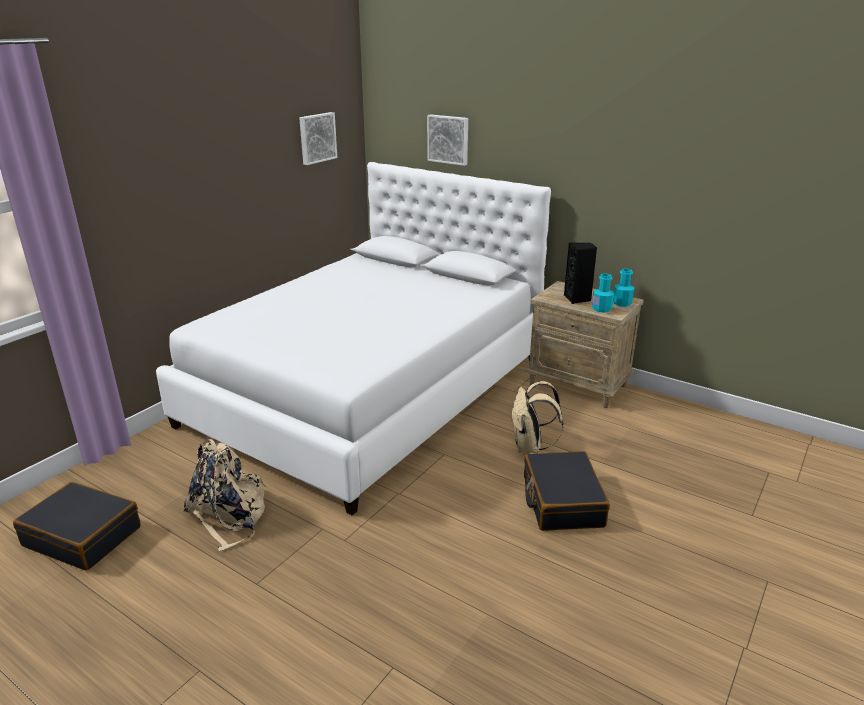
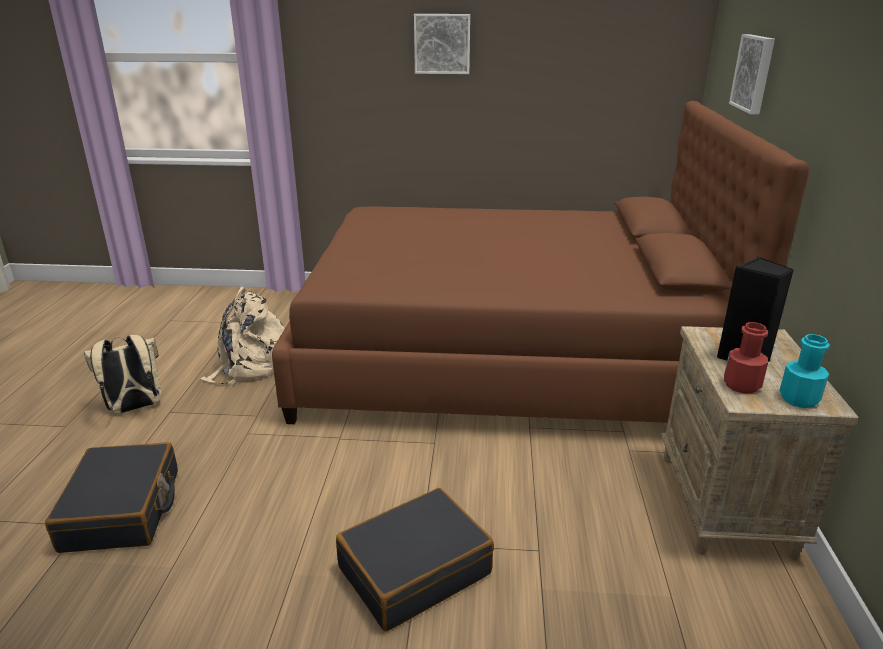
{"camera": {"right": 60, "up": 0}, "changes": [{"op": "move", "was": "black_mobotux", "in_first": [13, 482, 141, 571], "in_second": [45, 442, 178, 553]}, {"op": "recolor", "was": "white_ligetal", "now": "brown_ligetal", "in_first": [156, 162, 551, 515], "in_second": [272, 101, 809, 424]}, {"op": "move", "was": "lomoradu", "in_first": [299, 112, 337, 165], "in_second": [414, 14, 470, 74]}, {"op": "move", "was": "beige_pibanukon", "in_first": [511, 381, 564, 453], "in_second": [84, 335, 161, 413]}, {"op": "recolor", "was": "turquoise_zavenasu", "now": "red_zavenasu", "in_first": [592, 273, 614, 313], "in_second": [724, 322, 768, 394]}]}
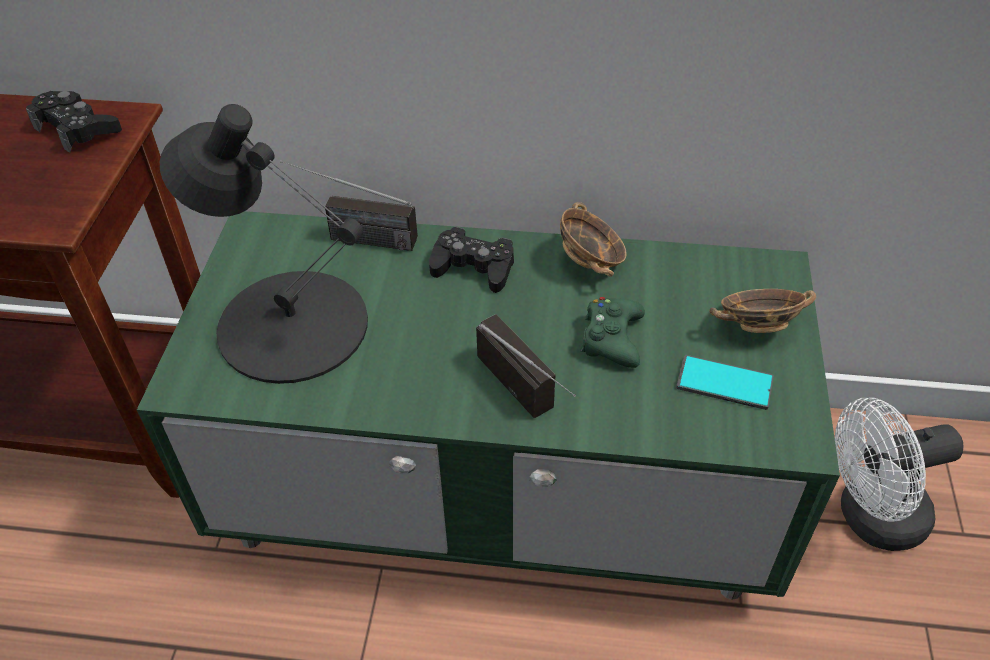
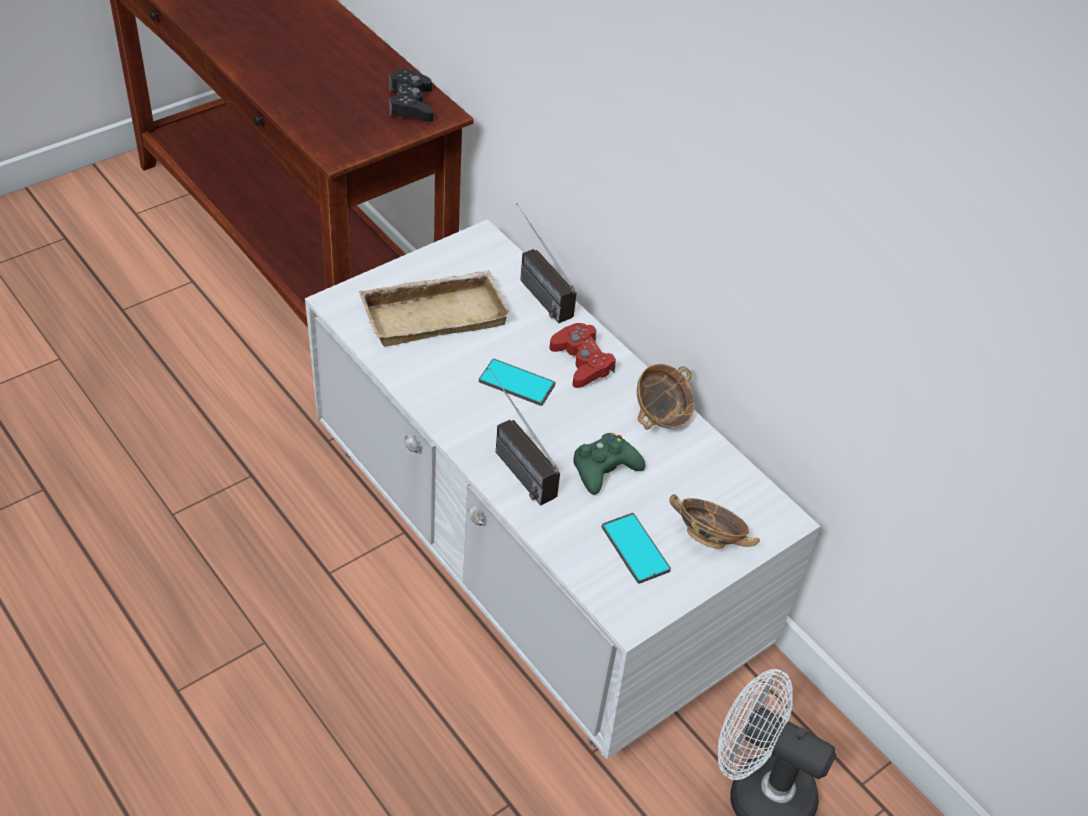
{"camera": {"right": 40, "up": 0}, "changes": [{"op": "recolor", "was": "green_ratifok", "now": "white_ratifok", "in_first": [137, 211, 840, 599], "in_second": [305, 219, 820, 759]}, {"op": "replace", "was": "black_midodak", "now": "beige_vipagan", "in_first": [160, 104, 368, 384], "in_second": [359, 270, 512, 346]}, {"op": "recolor", "was": "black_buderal", "now": "red_buderal", "in_first": [429, 227, 514, 293], "in_second": [550, 323, 616, 388]}, {"op": "rotate", "was": "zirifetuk", "in_first": [476, 314, 576, 418], "in_second": [489, 368, 560, 506], "clockwise": 135}, {"op": "insert", "now": "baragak", "in_second": [479, 359, 556, 406]}]}
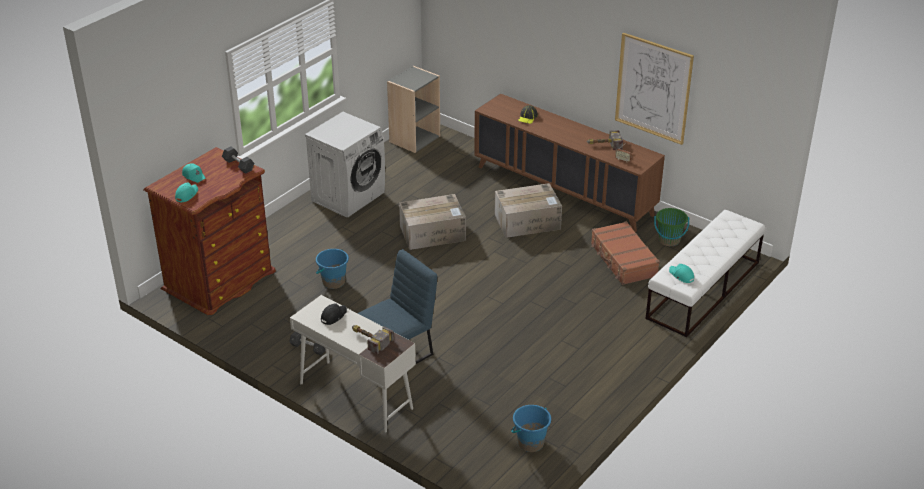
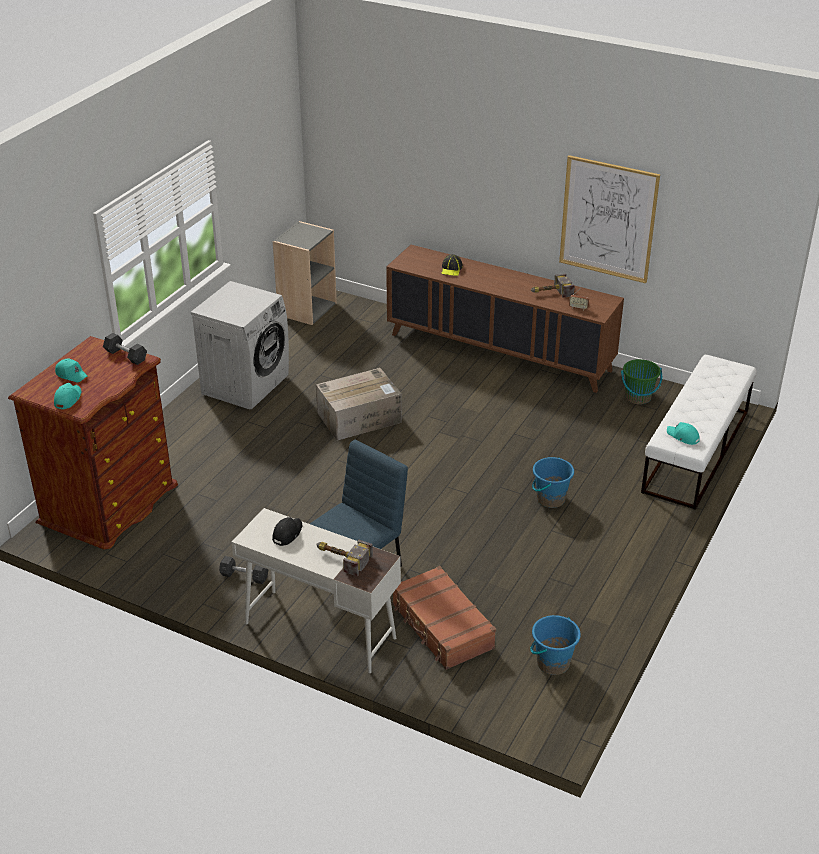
{"camera": {"right": -10, "up": 0}, "changes": [{"op": "move", "was": "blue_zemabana", "in_first": [316, 249, 349, 289], "in_second": [532, 457, 574, 508]}, {"op": "delete", "was": "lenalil", "in_first": [495, 183, 562, 238]}, {"op": "move", "was": "brown_mobotux", "in_first": [591, 221, 660, 285], "in_second": [393, 566, 496, 670]}]}
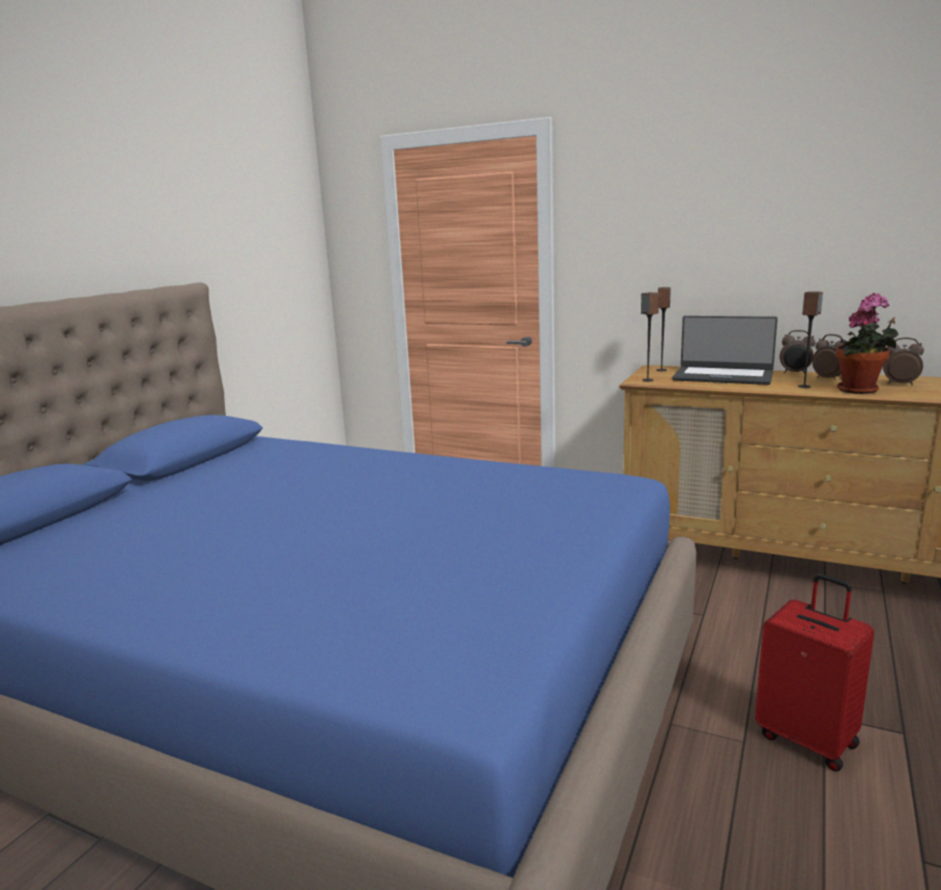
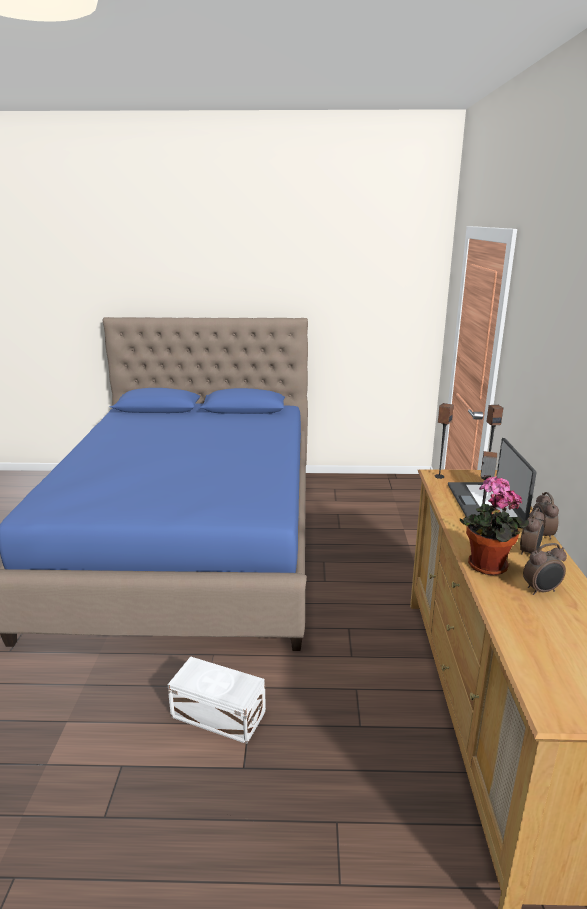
{"camera": {"right": 65, "up": 5}, "changes": [{"op": "replace", "was": "red_mobotux", "now": "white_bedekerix", "in_first": [755, 574, 874, 772], "in_second": [168, 656, 266, 744]}, {"op": "rotate", "was": "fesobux", "in_first": [883, 338, 924, 385], "in_second": [523, 543, 567, 595], "clockwise": 75}]}
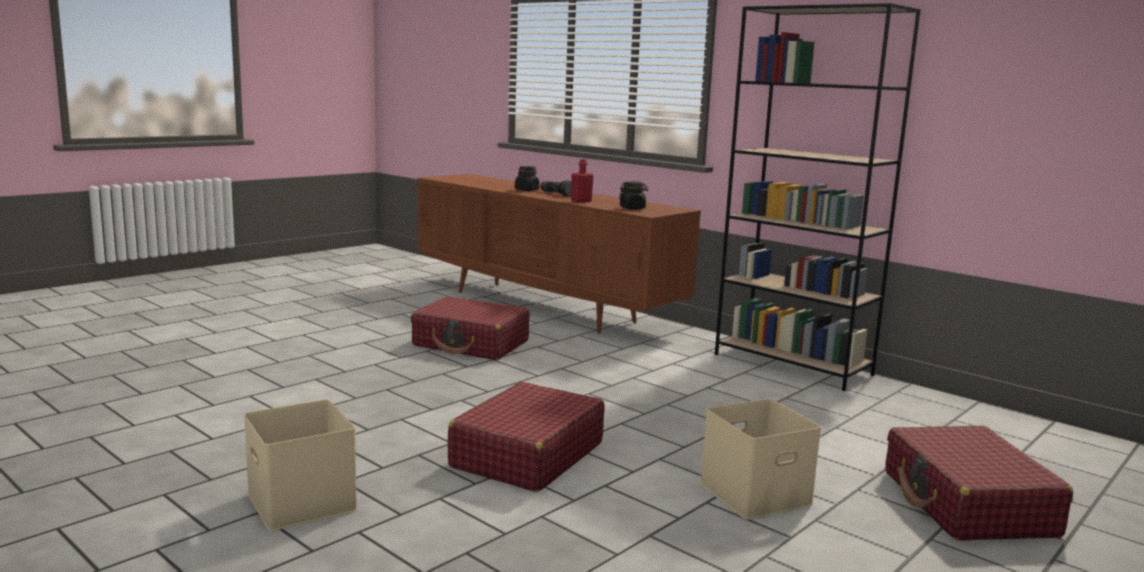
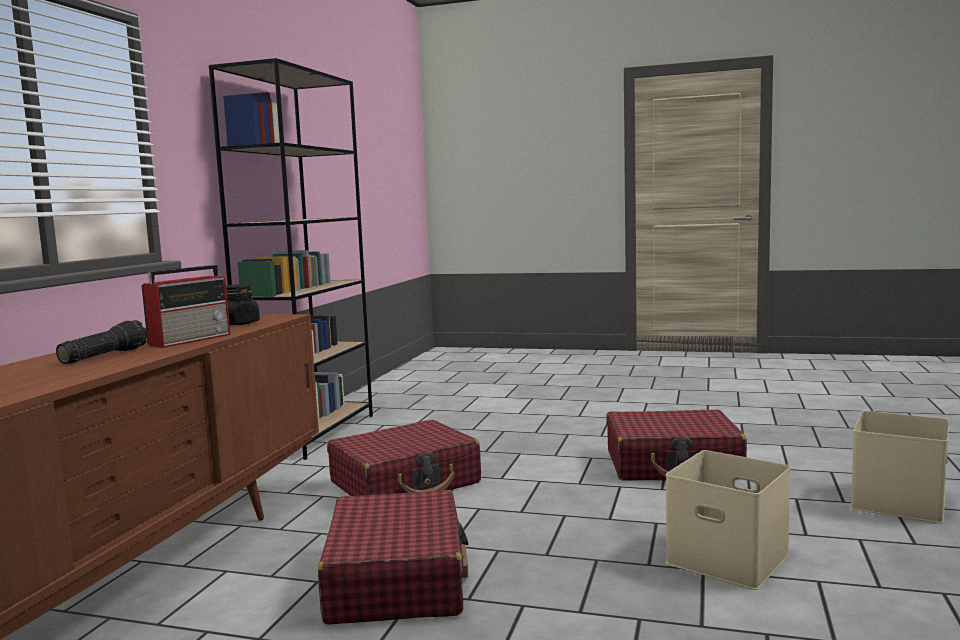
{"camera": {"right": -115, "up": -5}, "changes": [{"op": "delete", "was": "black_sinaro", "in_first": [515, 166, 539, 191]}, {"op": "replace", "was": "red_zavenasu", "now": "zirifetuk", "in_first": [571, 159, 594, 202], "in_second": [141, 265, 230, 348]}, {"op": "move", "was": "beige_bedekerix", "in_first": [700, 399, 821, 519], "in_second": [666, 450, 791, 590]}, {"op": "move", "was": "red_mobotux", "in_first": [885, 426, 1073, 540], "in_second": [327, 420, 481, 496]}]}
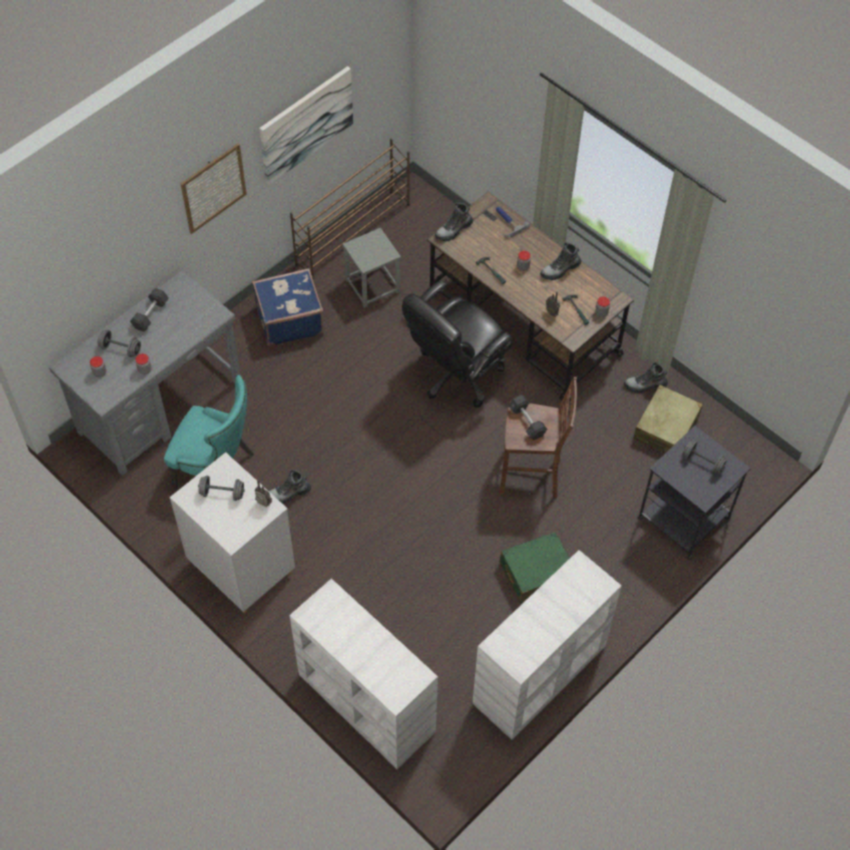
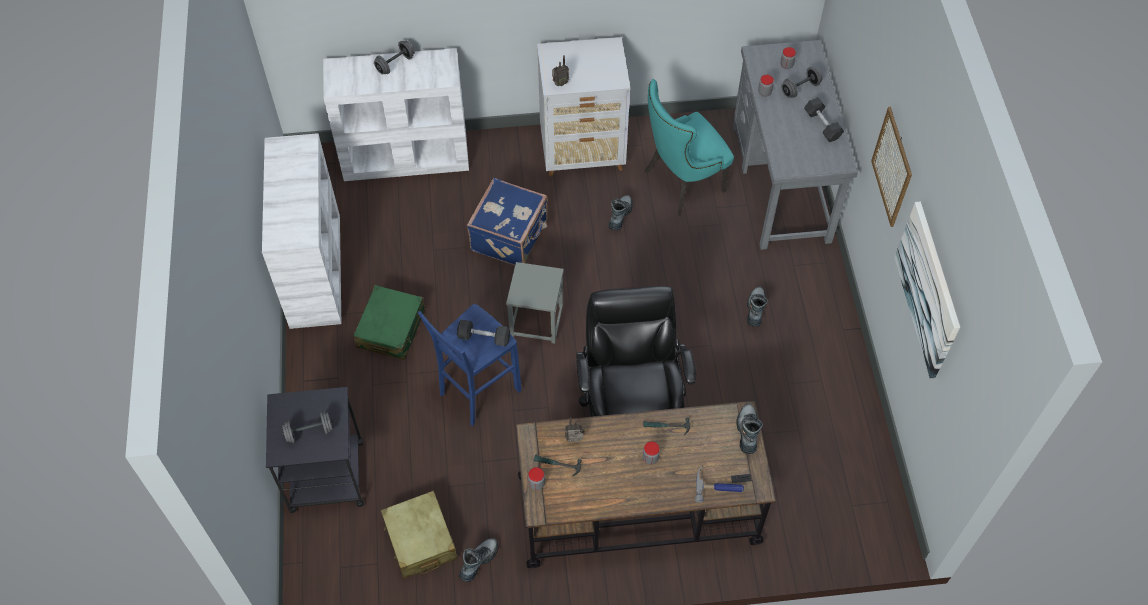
{"camera": {"right": 130, "up": 0}, "changes": [{"op": "move", "was": "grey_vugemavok", "in_first": [198, 475, 245, 501], "in_second": [374, 41, 415, 75]}, {"op": "move", "was": "blue_mobotux", "in_first": [252, 268, 324, 347], "in_second": [467, 178, 548, 265]}, {"op": "delete", "was": "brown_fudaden", "in_first": [290, 139, 410, 279]}, {"op": "move", "was": "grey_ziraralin", "in_first": [342, 228, 401, 308], "in_second": [506, 262, 564, 344]}, {"op": "recolor", "was": "brown_ziraralin", "now": "blue_ziraralin", "in_first": [500, 377, 577, 498], "in_second": [418, 304, 522, 426]}, {"op": "move", "was": "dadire", "in_first": [540, 242, 582, 280], "in_second": [747, 286, 768, 327]}]}
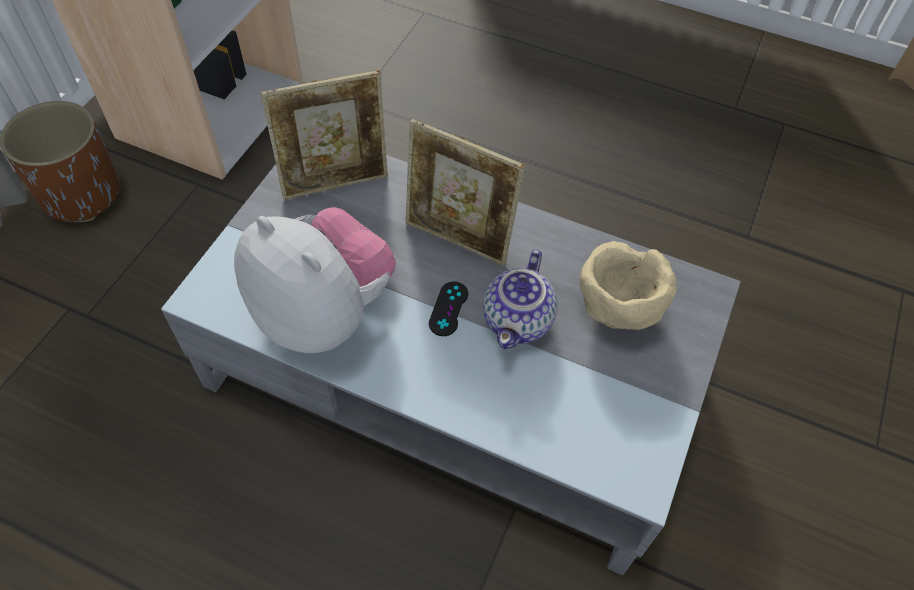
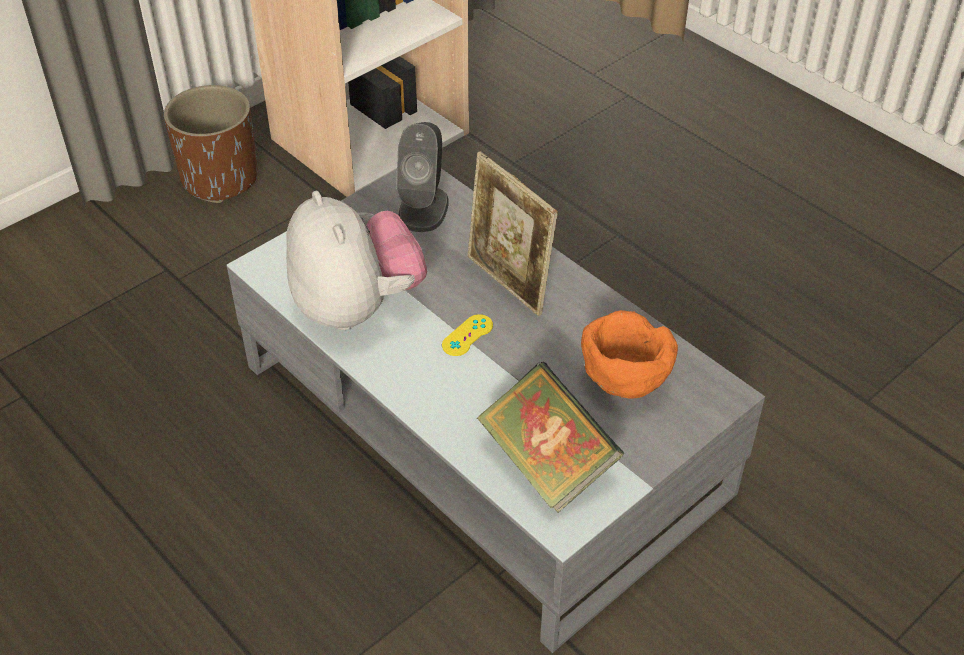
{"camera": {"right": 25, "up": -10}, "changes": [{"op": "replace", "was": "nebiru", "now": "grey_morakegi", "in_first": [261, 70, 388, 200], "in_second": [396, 122, 449, 232]}, {"op": "recolor", "was": "black_buderal", "now": "yellow_buderal", "in_first": [429, 281, 468, 336], "in_second": [442, 314, 493, 356]}, {"op": "delete", "was": "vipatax", "in_first": [483, 250, 558, 349]}, {"op": "recolor", "was": "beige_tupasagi", "now": "orange_tupasagi", "in_first": [579, 241, 677, 330], "in_second": [581, 310, 678, 399]}, {"op": "insert", "now": "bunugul", "in_second": [476, 362, 624, 513]}]}
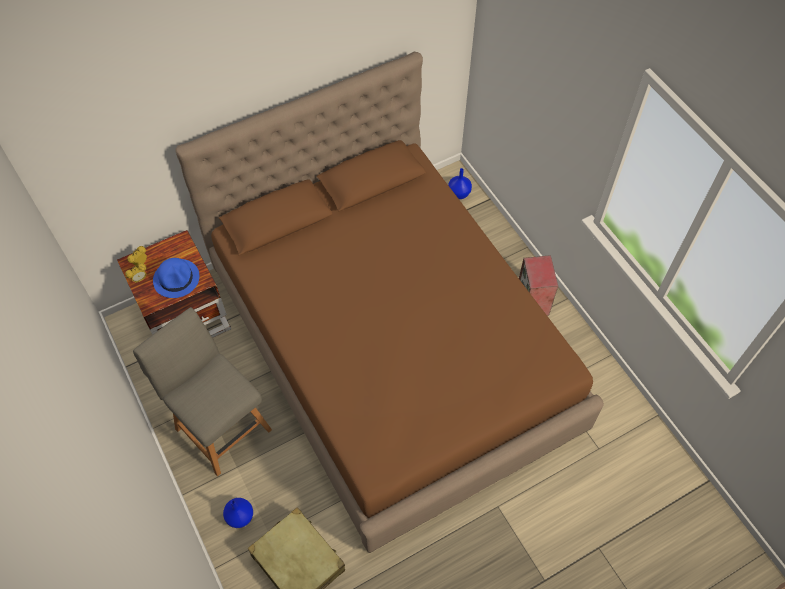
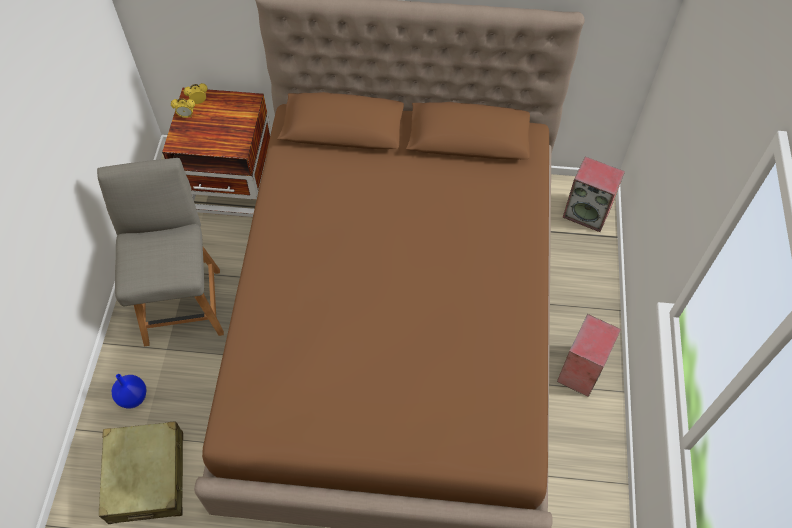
{"camera": {"right": 35, "up": 0}, "changes": [{"op": "delete", "was": "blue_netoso", "in_first": [153, 258, 199, 298]}, {"op": "replace", "was": "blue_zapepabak", "now": "morakegi", "in_first": [448, 168, 472, 199], "in_second": [563, 157, 625, 232]}]}
